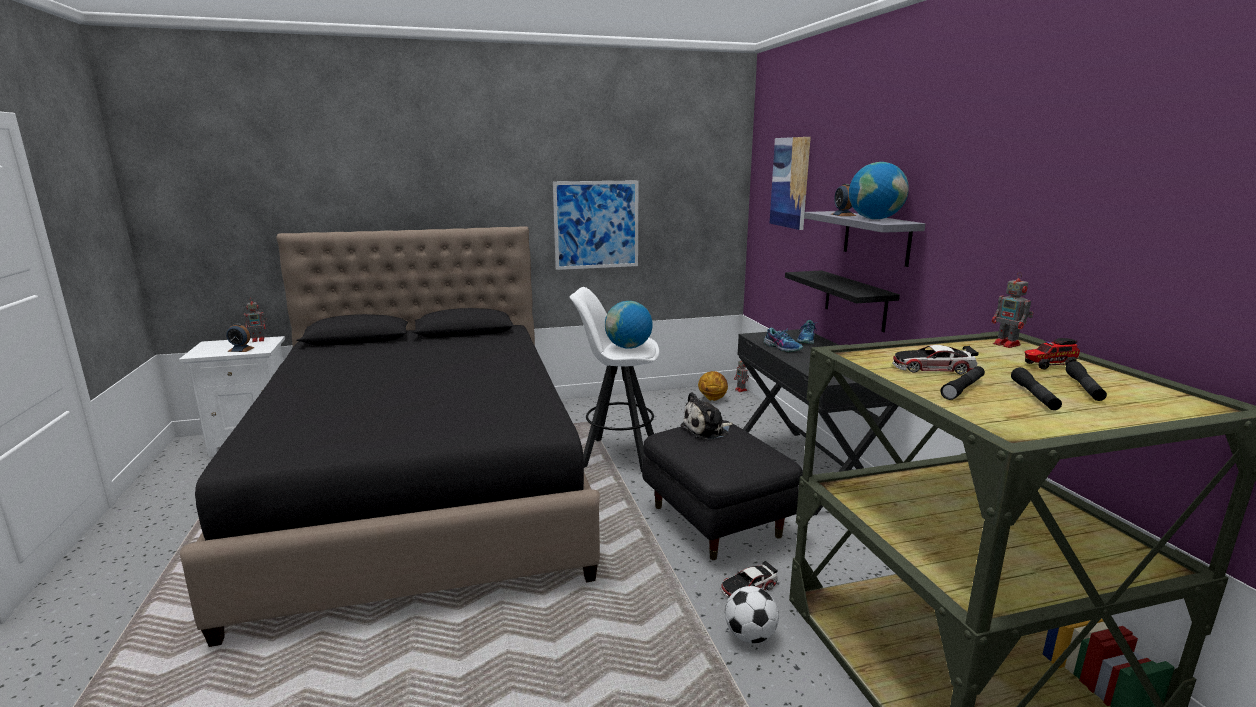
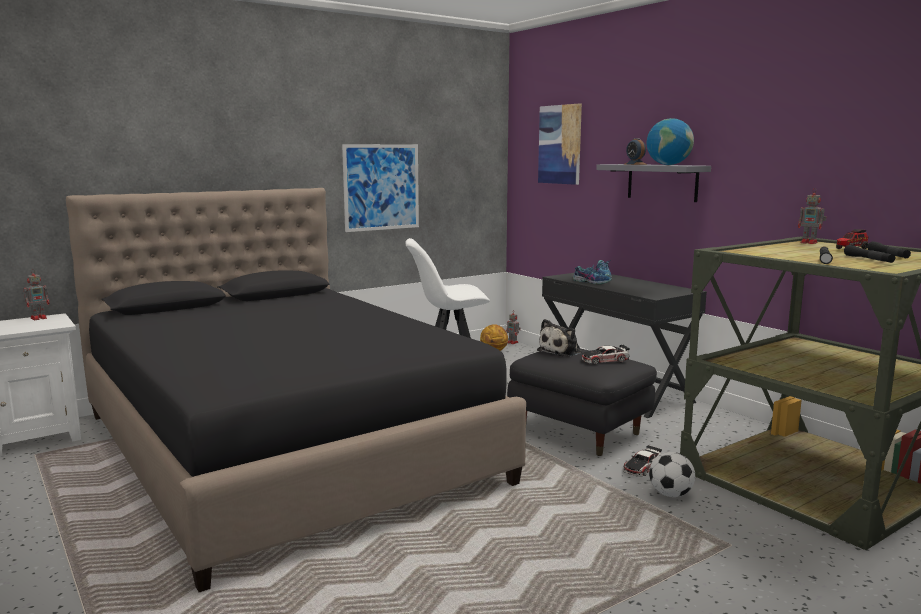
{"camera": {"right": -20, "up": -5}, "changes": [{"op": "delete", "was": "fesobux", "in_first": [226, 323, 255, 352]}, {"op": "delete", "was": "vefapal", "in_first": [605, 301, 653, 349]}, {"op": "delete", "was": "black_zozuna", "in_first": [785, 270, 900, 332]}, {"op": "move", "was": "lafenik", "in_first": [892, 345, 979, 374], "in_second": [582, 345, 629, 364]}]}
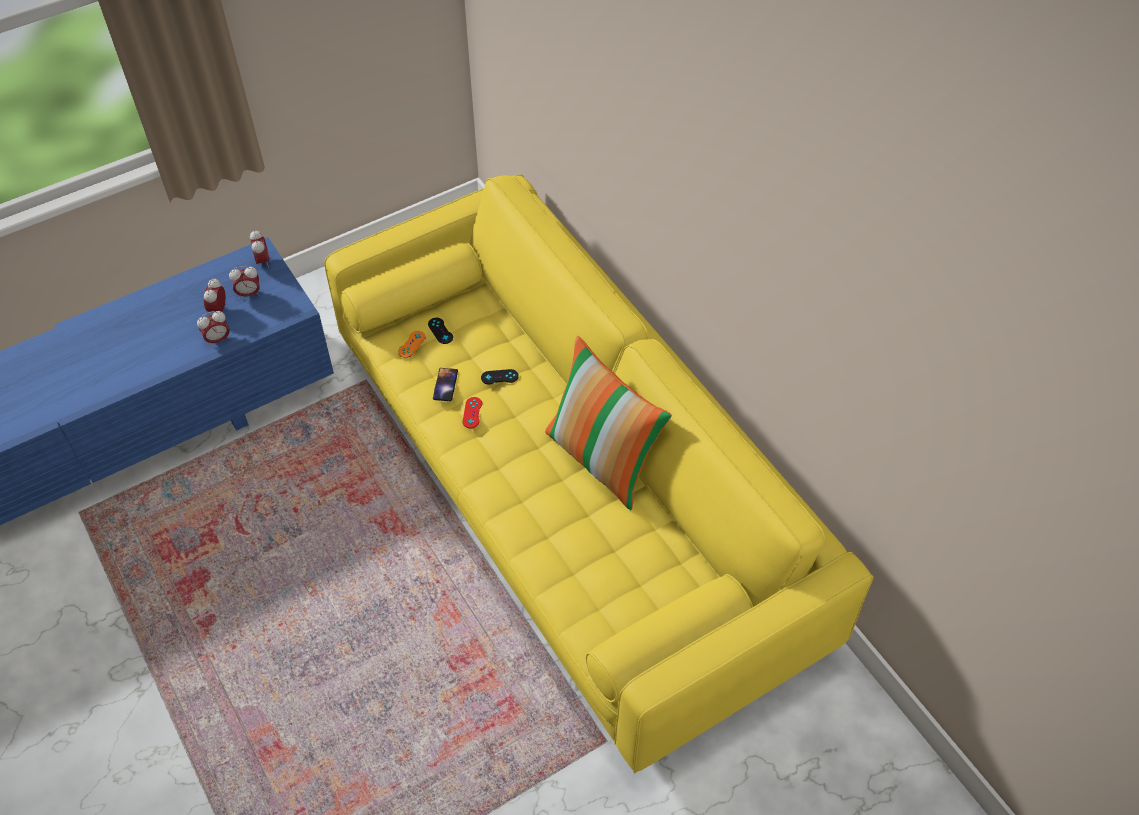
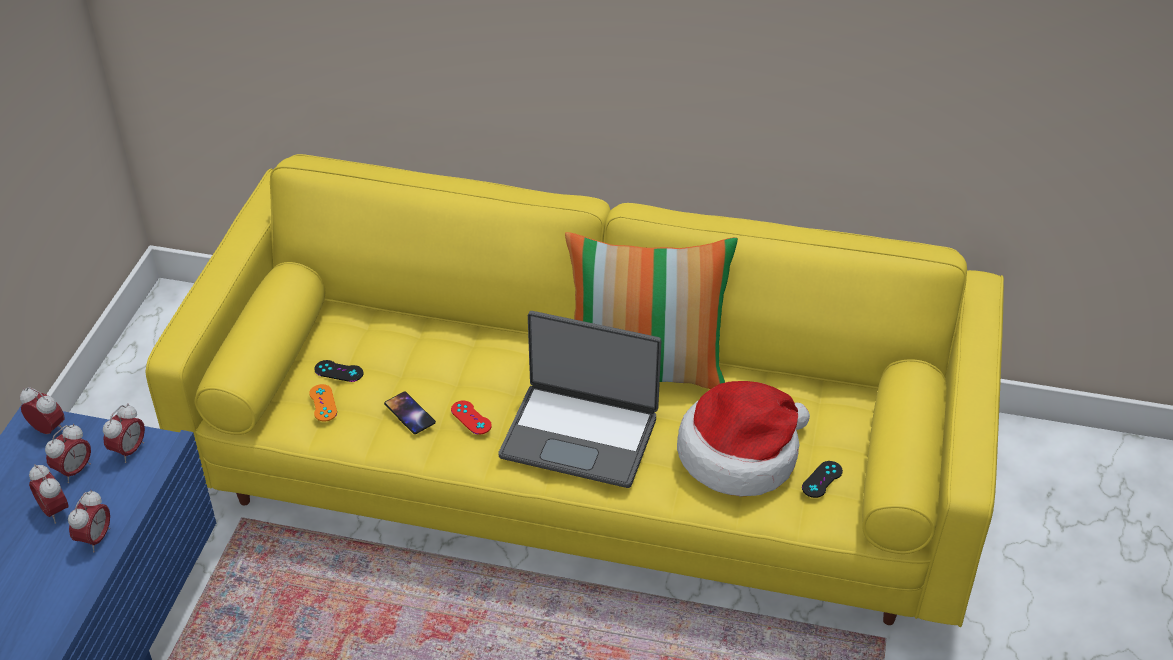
{"camera": {"right": -45, "up": -10}, "changes": [{"op": "move", "was": "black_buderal", "in_first": [481, 369, 519, 384], "in_second": [802, 461, 843, 498]}, {"op": "insert", "now": "fesobux", "in_second": [103, 403, 145, 463]}, {"op": "insert", "now": "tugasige", "in_second": [498, 311, 661, 488]}, {"op": "insert", "now": "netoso", "in_second": [677, 381, 810, 497]}]}
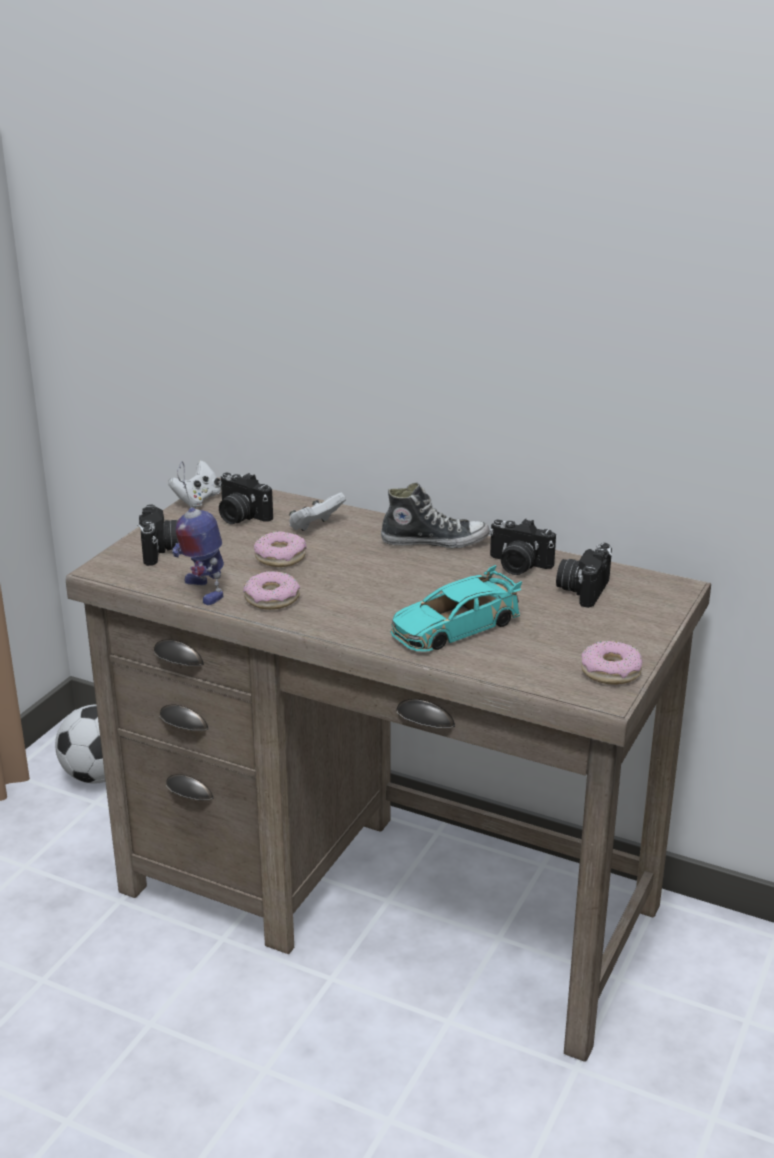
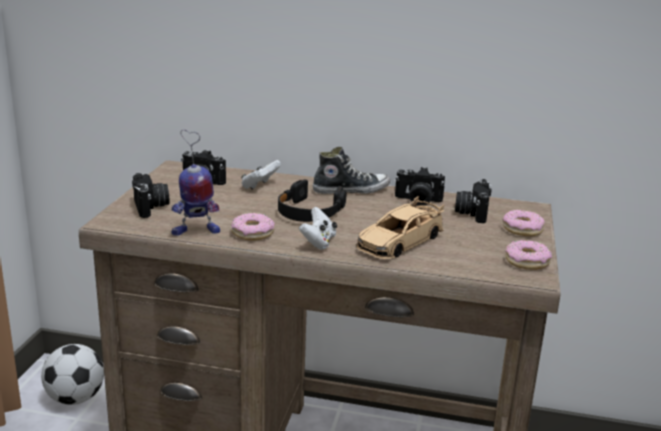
{"camera": {"right": -15, "up": -5}, "changes": [{"op": "move", "was": "white_buderal", "in_first": [168, 460, 221, 508], "in_second": [299, 207, 337, 250]}, {"op": "rotate", "was": "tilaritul", "in_first": [172, 461, 224, 605], "in_second": [172, 130, 220, 236], "clockwise": -60}, {"op": "move", "was": "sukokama", "in_first": [254, 531, 306, 567], "in_second": [503, 210, 545, 236]}, {"op": "recolor", "was": "turquoise_lafenik", "now": "beige_lafenik", "in_first": [391, 565, 522, 652], "in_second": [356, 196, 445, 259]}, {"op": "insert", "now": "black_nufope", "in_second": [278, 179, 346, 222]}]}
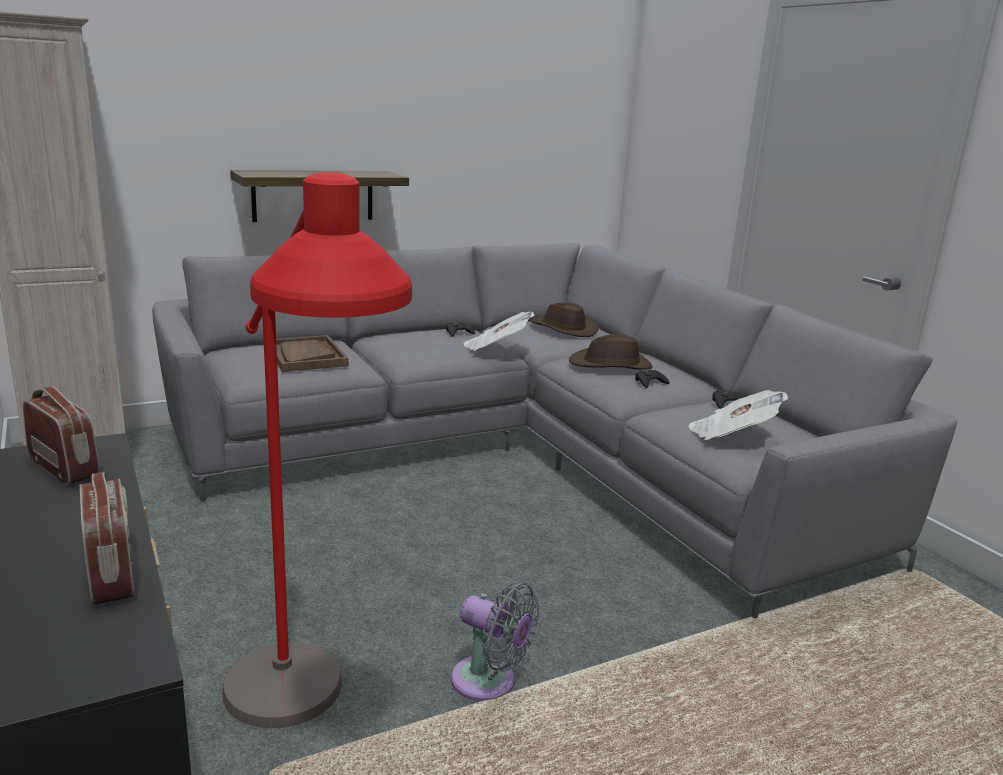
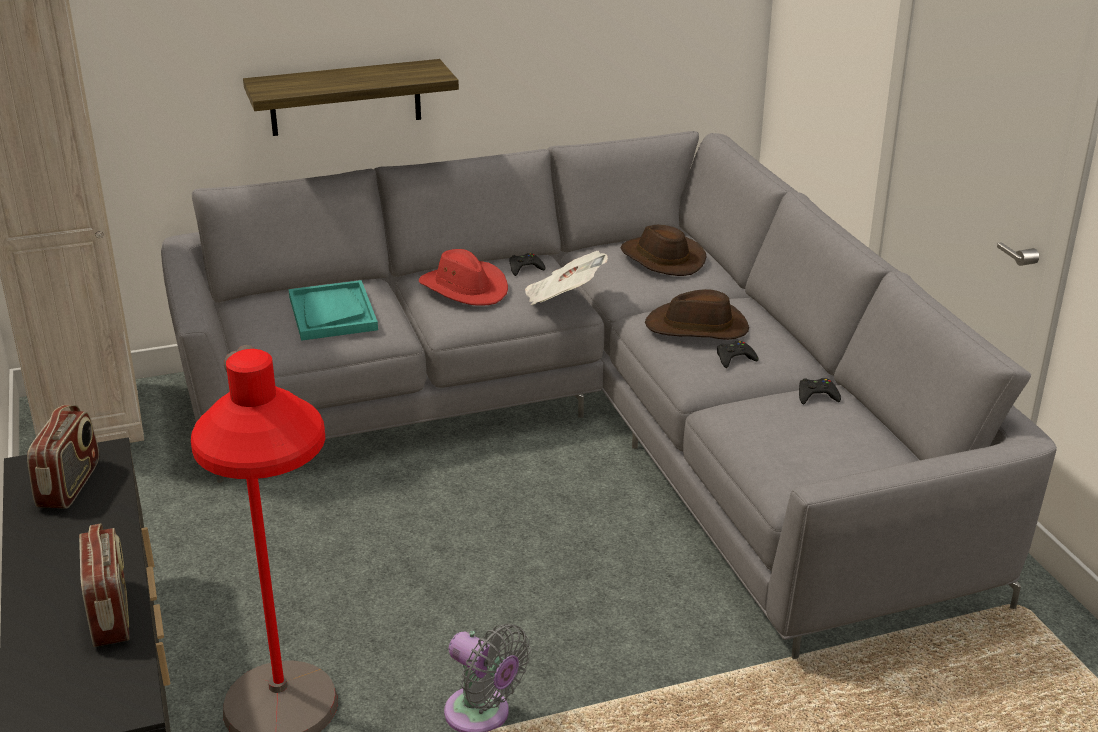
{"camera": {"right": 10, "up": 10}, "changes": [{"op": "rotate", "was": "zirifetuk", "in_first": [23, 386, 100, 485], "in_second": [27, 405, 99, 509], "clockwise": 45}, {"op": "recolor", "was": "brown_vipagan", "now": "turquoise_vipagan", "in_first": [276, 335, 349, 372], "in_second": [289, 280, 378, 341]}, {"op": "delete", "was": "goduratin", "in_first": [688, 390, 788, 440]}, {"op": "insert", "now": "red_netoso", "in_second": [419, 249, 508, 306]}]}
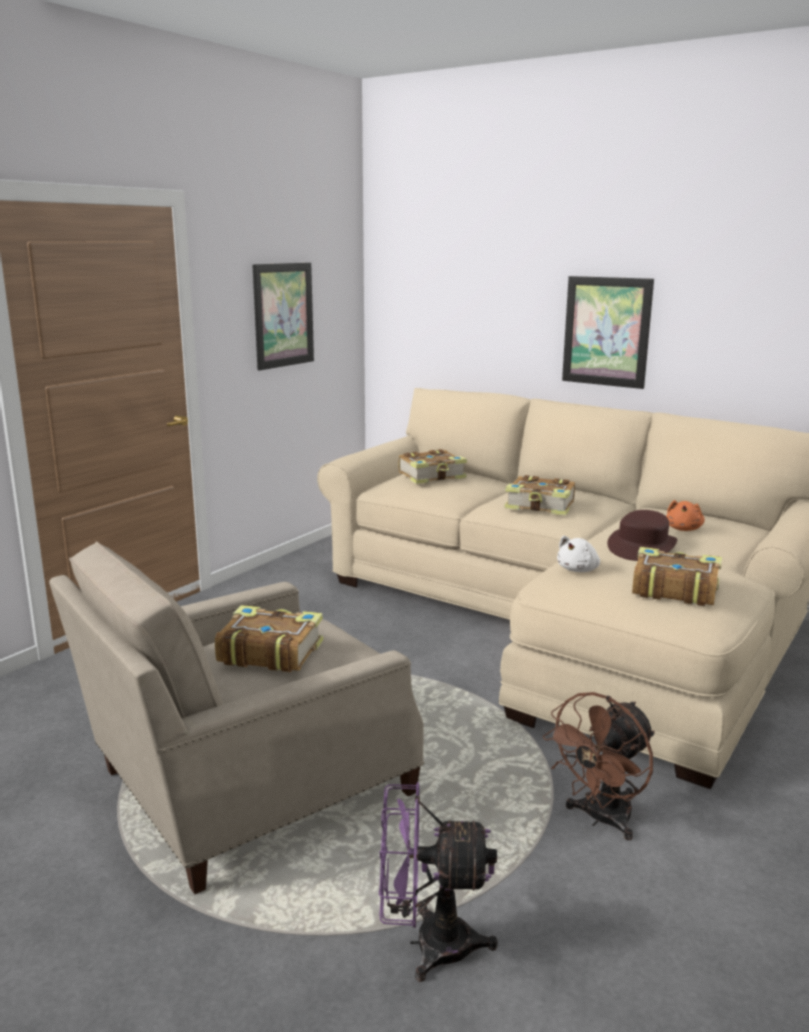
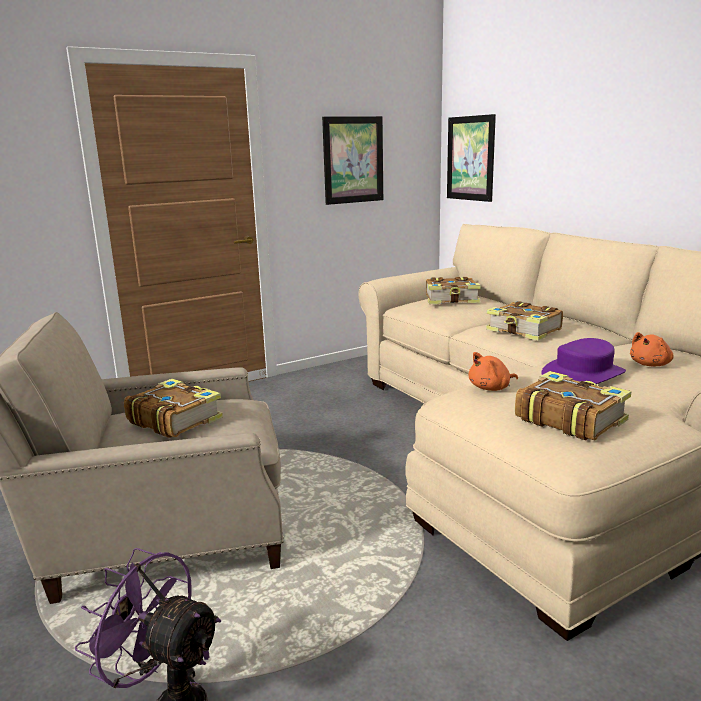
{"camera": {"right": 25, "up": 0}, "changes": [{"op": "delete", "was": "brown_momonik", "in_first": [543, 692, 655, 840]}, {"op": "recolor", "was": "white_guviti", "now": "orange_guviti", "in_first": [557, 536, 600, 572], "in_second": [468, 352, 518, 391]}, {"op": "move", "was": "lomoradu", "in_first": [562, 276, 654, 389], "in_second": [447, 114, 496, 202]}, {"op": "recolor", "was": "brown_netoso", "now": "purple_netoso", "in_first": [607, 510, 677, 561], "in_second": [541, 338, 626, 384]}]}
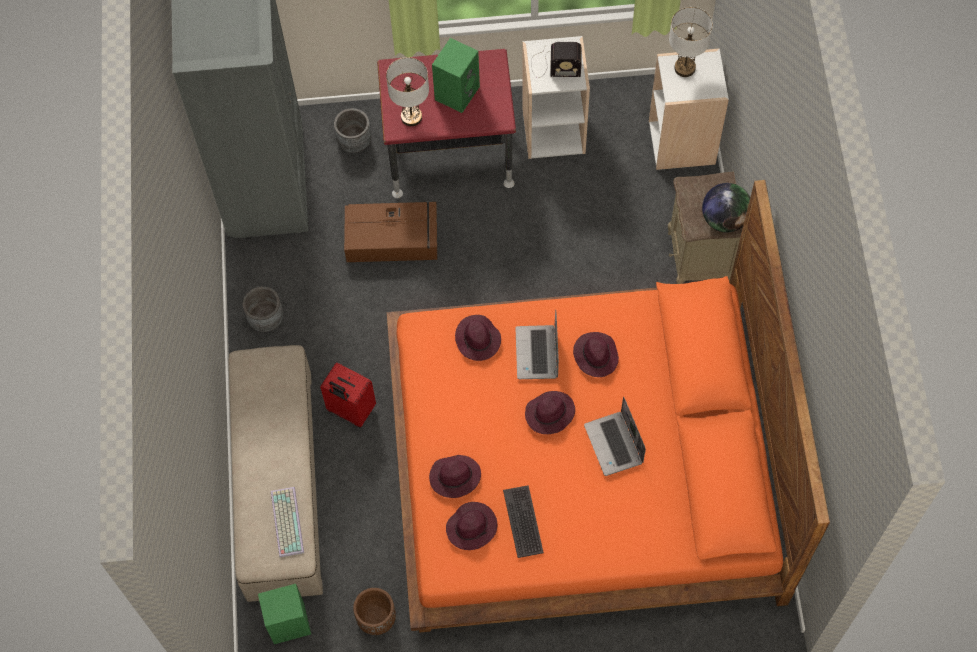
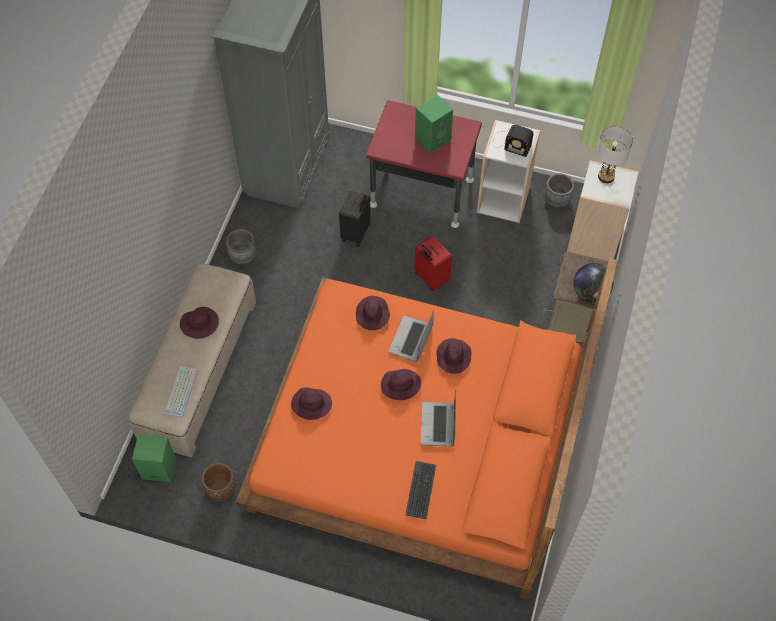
{"camera": {"right": 20, "up": -5}, "changes": [{"op": "move", "was": "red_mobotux", "in_first": [320, 363, 376, 427], "in_second": [414, 236, 452, 291]}, {"op": "move", "was": "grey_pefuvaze", "in_first": [334, 108, 371, 153], "in_second": [544, 173, 574, 208]}, {"op": "replace", "was": "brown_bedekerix", "now": "black_mobotux", "in_first": [344, 202, 437, 262], "in_second": [339, 191, 371, 247]}, {"op": "delete", "was": "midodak", "in_first": [386, 57, 429, 126]}, {"op": "move", "was": "purple_netoso", "in_first": [446, 502, 497, 550], "in_second": [180, 307, 219, 339]}, {"op": "move", "was": "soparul", "in_first": [503, 485, 544, 558], "in_second": [406, 461, 436, 519]}]}
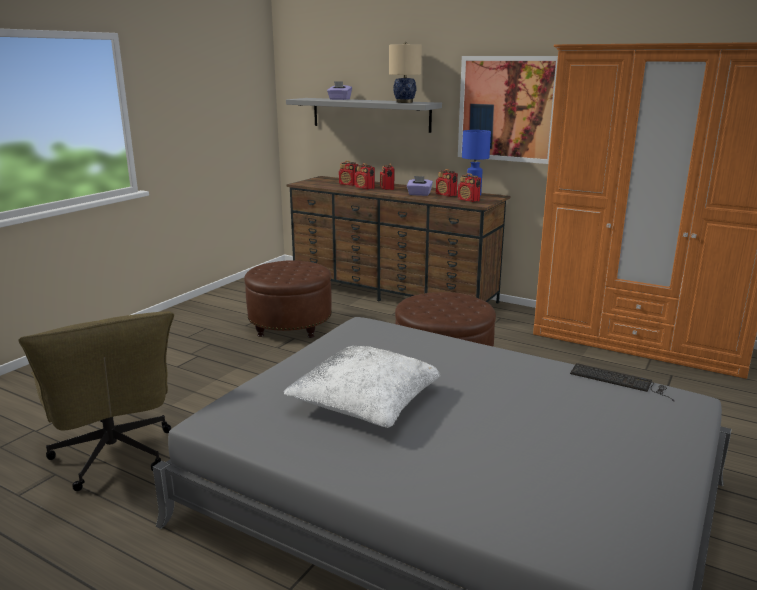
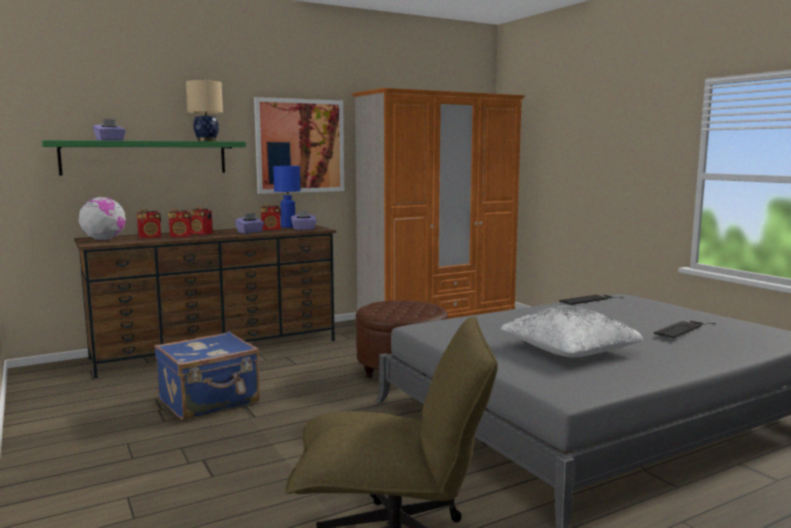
{"camera": {"right": -60, "up": -10}, "changes": [{"op": "replace", "was": "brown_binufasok", "now": "blue_mobotux", "in_first": [244, 260, 332, 338], "in_second": [154, 332, 260, 420]}, {"op": "recolor", "was": "grey_zozuna", "now": "green_zozuna", "in_first": [286, 98, 442, 133], "in_second": [42, 140, 246, 176]}, {"op": "replace", "was": "zirifetuk", "now": "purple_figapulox", "in_first": [458, 173, 481, 202], "in_second": [291, 211, 317, 230]}, {"op": "insert", "now": "vefapal", "in_second": [78, 197, 126, 240]}, {"op": "insert", "now": "soparul", "in_second": [654, 321, 716, 338]}]}
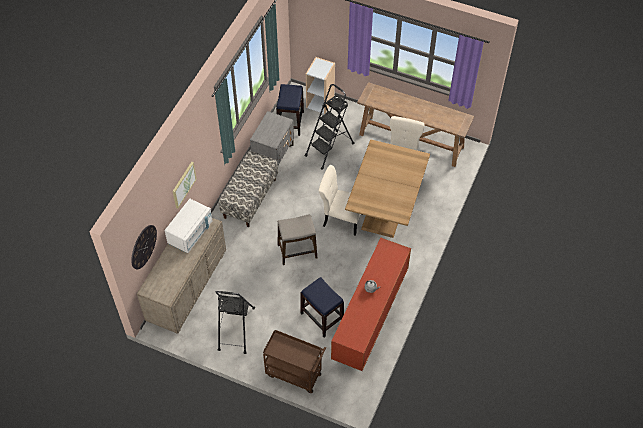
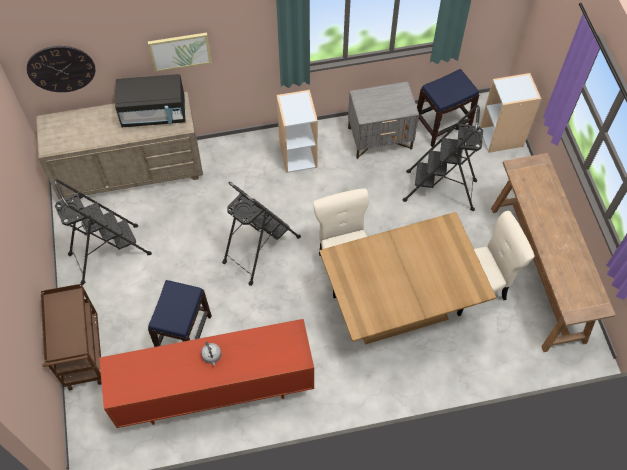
{"camera": {"right": 55, "up": 5}, "changes": [{"op": "recolor", "was": "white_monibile", "now": "black_monibile", "in_first": [165, 199, 213, 253], "in_second": [115, 74, 186, 127]}, {"op": "replace", "was": "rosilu", "now": "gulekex", "in_first": [219, 151, 278, 227], "in_second": [277, 90, 318, 173]}, {"op": "replace", "was": "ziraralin", "now": "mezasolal", "in_first": [278, 214, 317, 265], "in_second": [222, 182, 301, 286]}]}
